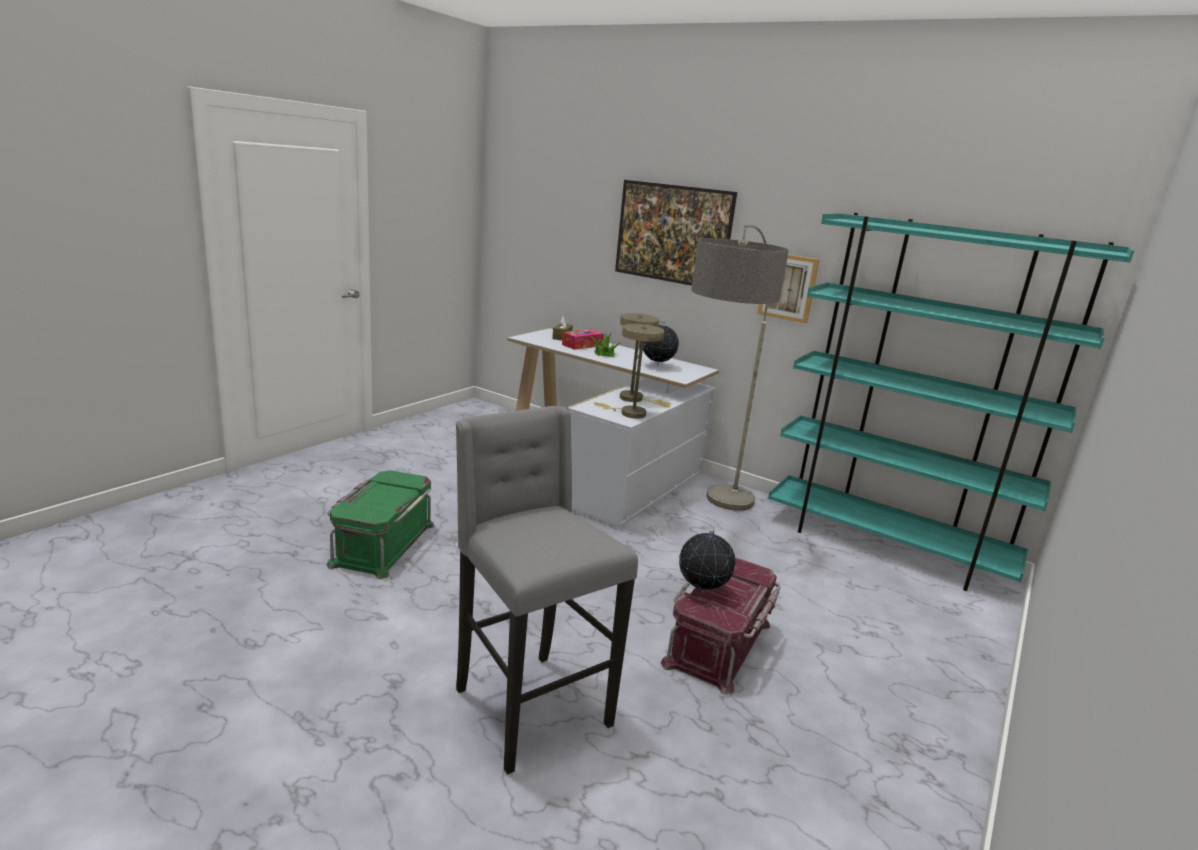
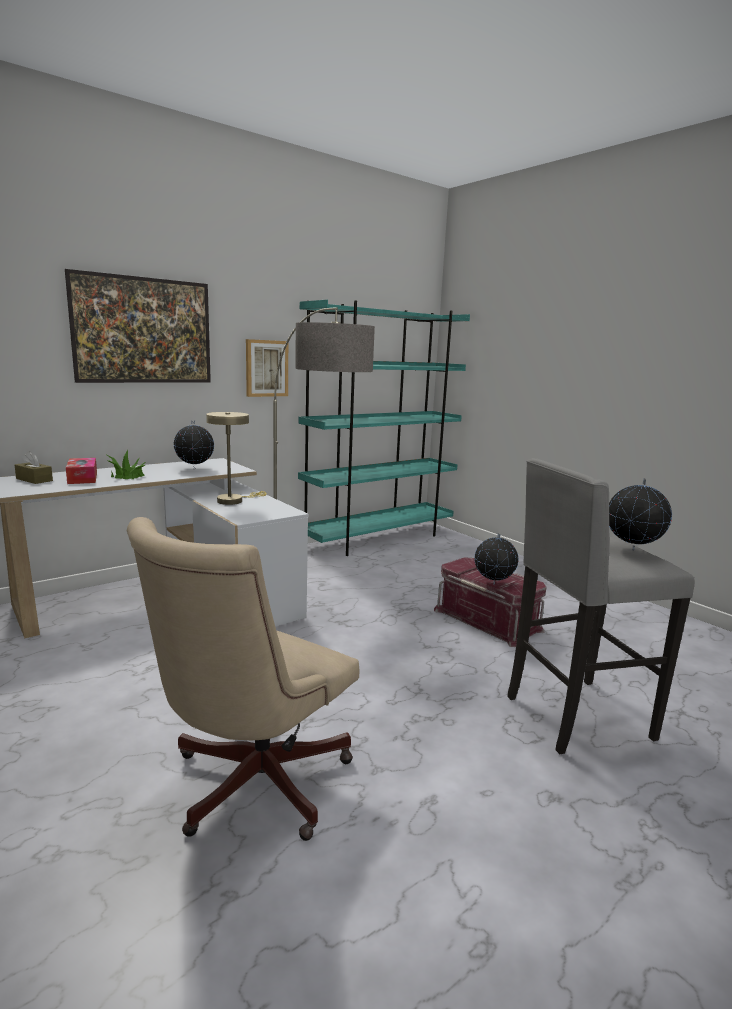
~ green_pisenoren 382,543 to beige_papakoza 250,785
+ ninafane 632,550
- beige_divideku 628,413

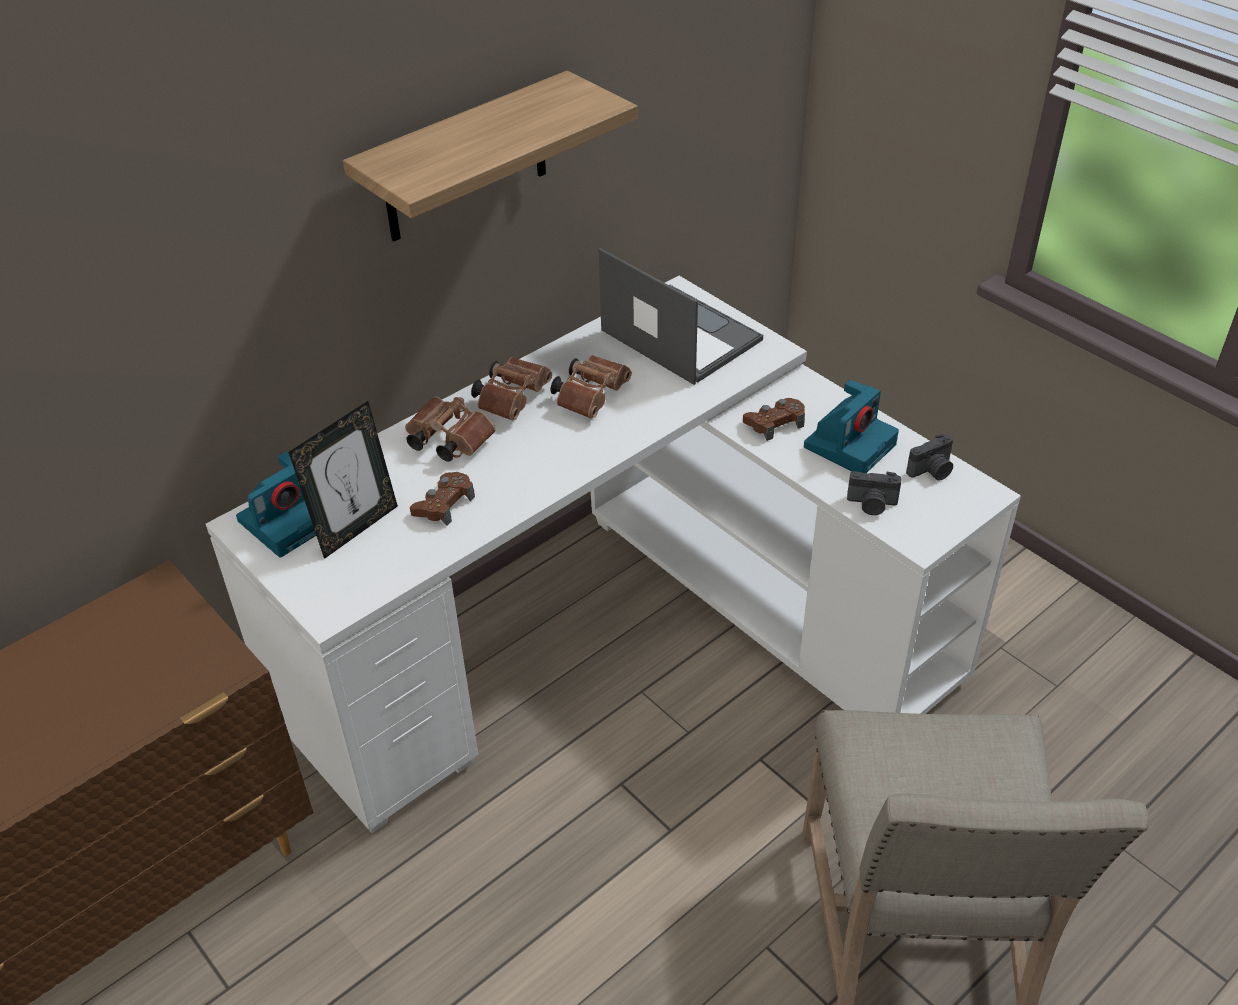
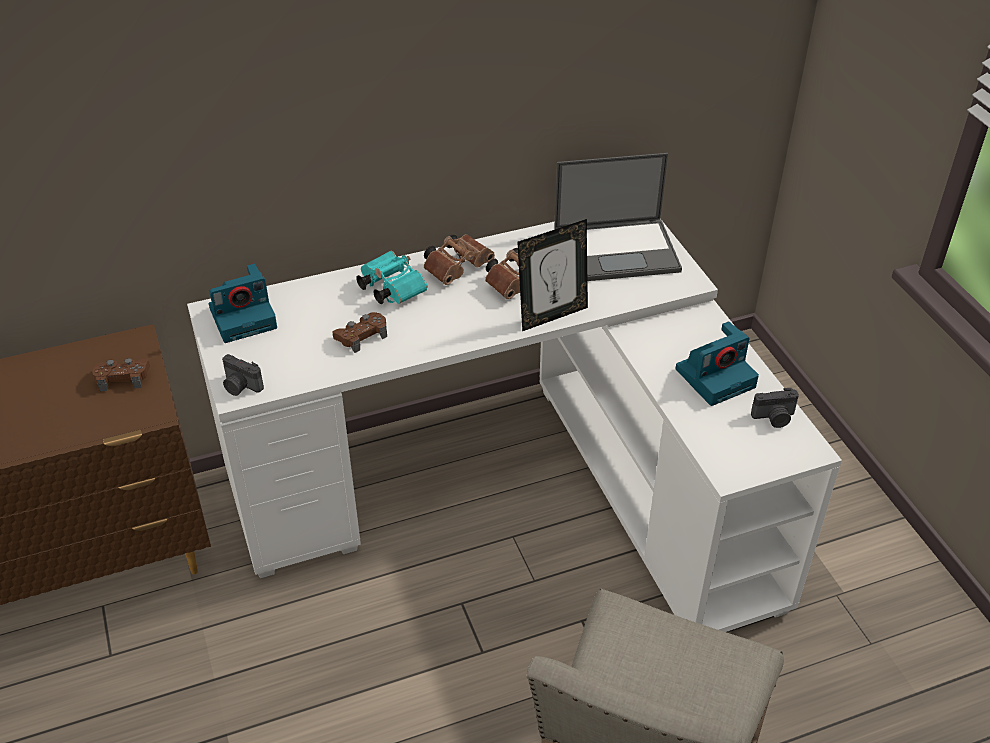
~ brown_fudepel 774,423 to 123,378
~ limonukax 872,504 to 240,387
~ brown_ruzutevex 446,441 to turquoise_ruzutevex 390,288
~ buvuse 356,528 to 552,315
~ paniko 679,335 = 617,250 105 degrees clockwise
- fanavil 465,160

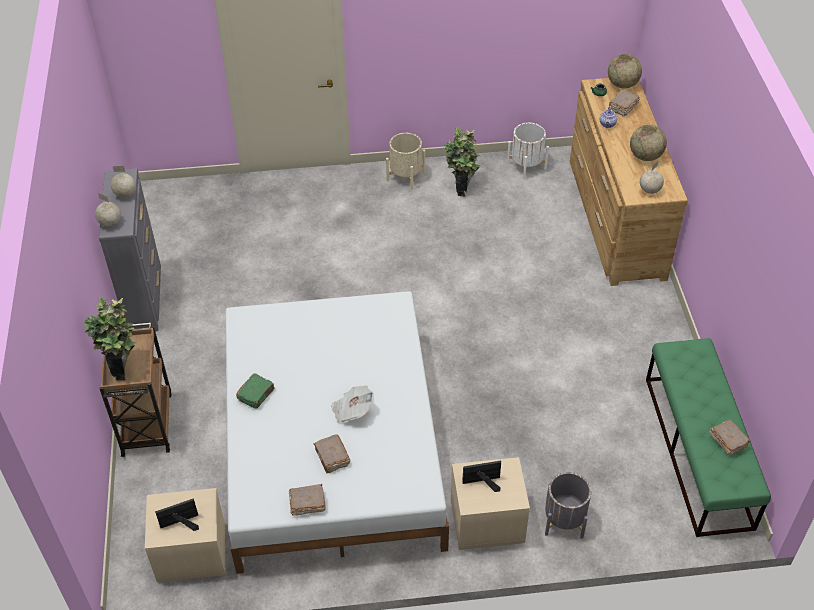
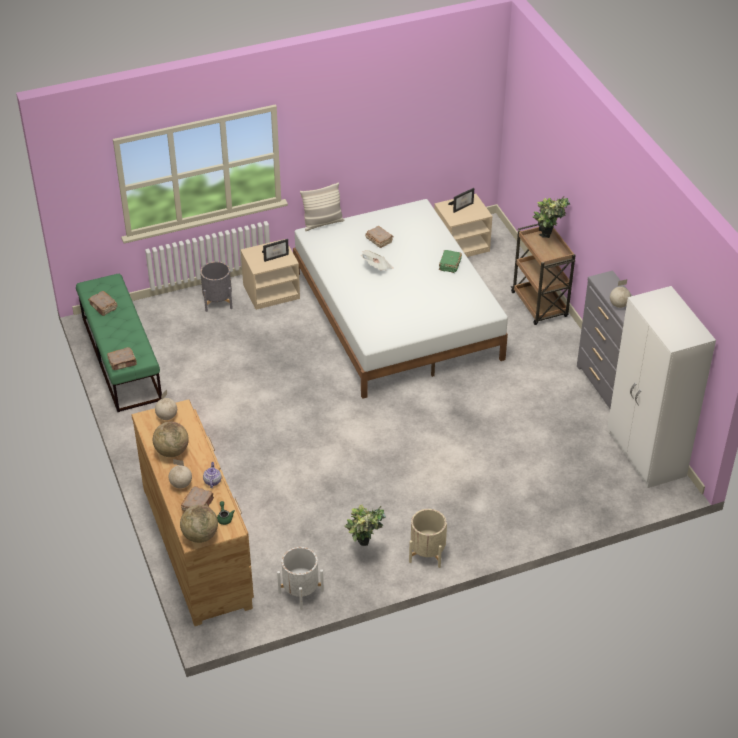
~ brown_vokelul 307,504 to 123,363
~ ninafane 110,222 to 181,484
+ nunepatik 322,223
+ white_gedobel 646,455

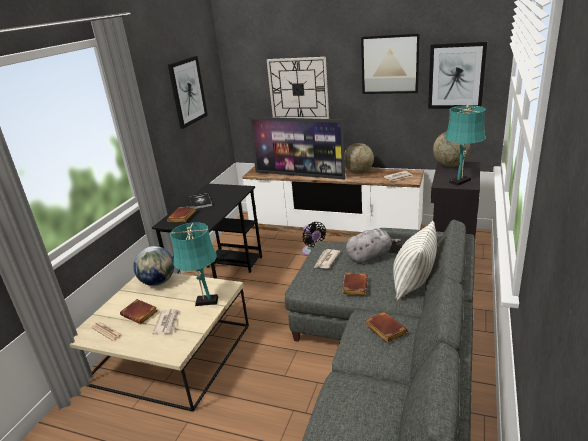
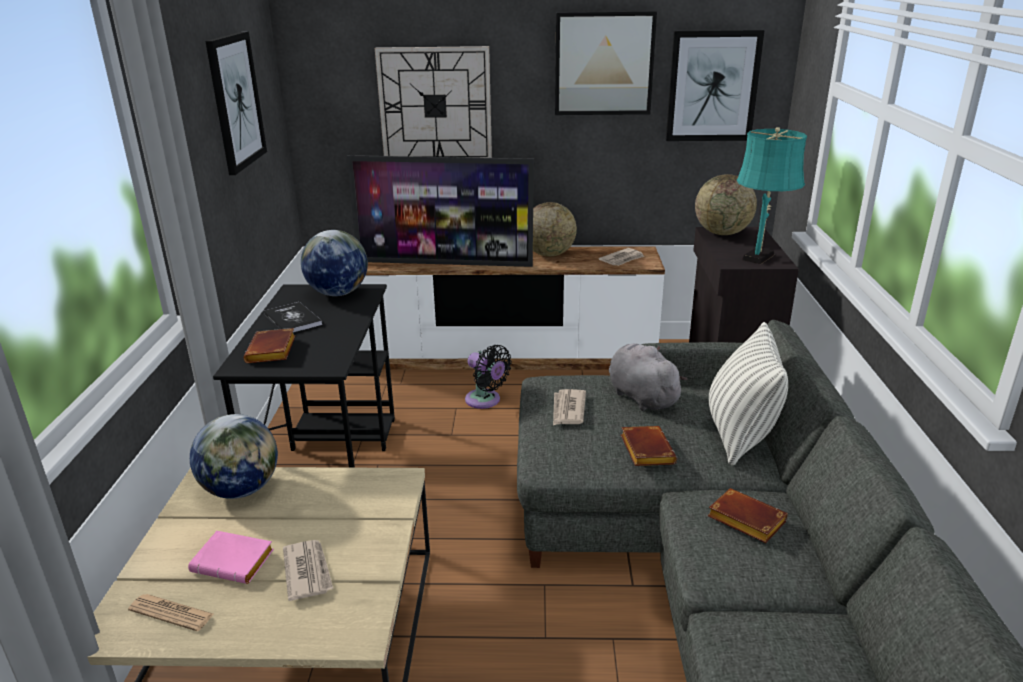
~ brown_vokelul 141,314 to pink_vokelul 236,562
+ ninafane 337,293
~ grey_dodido 370,257 = 641,396 75 degrees counterclockwise
- turquoise_divideku 204,301

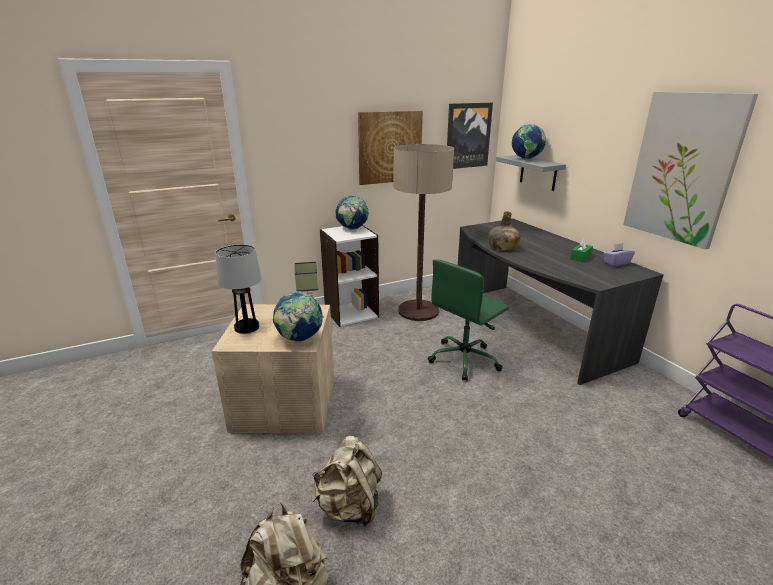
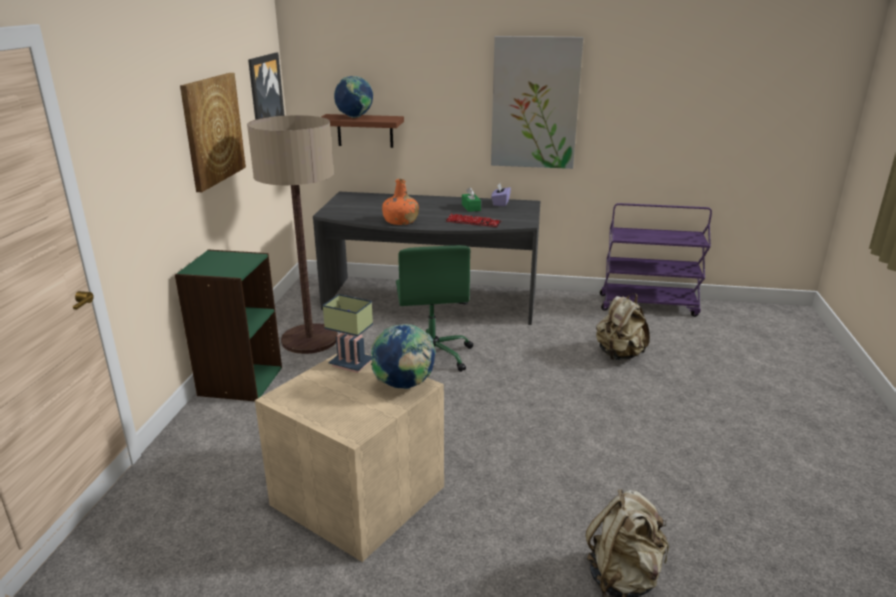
~ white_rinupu 351,313 to green_rinupu 240,381
~ grey_fanavil 538,172 to brown_fanavil 365,131
~ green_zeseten 502,247 to orange_zeseten 400,221
+ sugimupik 473,222
~ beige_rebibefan 349,507 to 619,355
- divideku 247,327
- ninafane 352,229

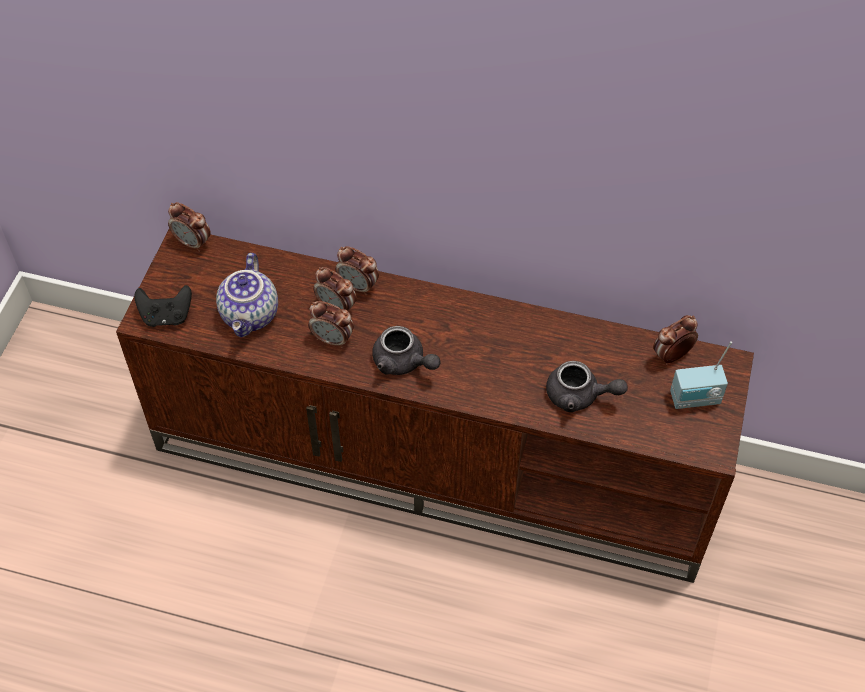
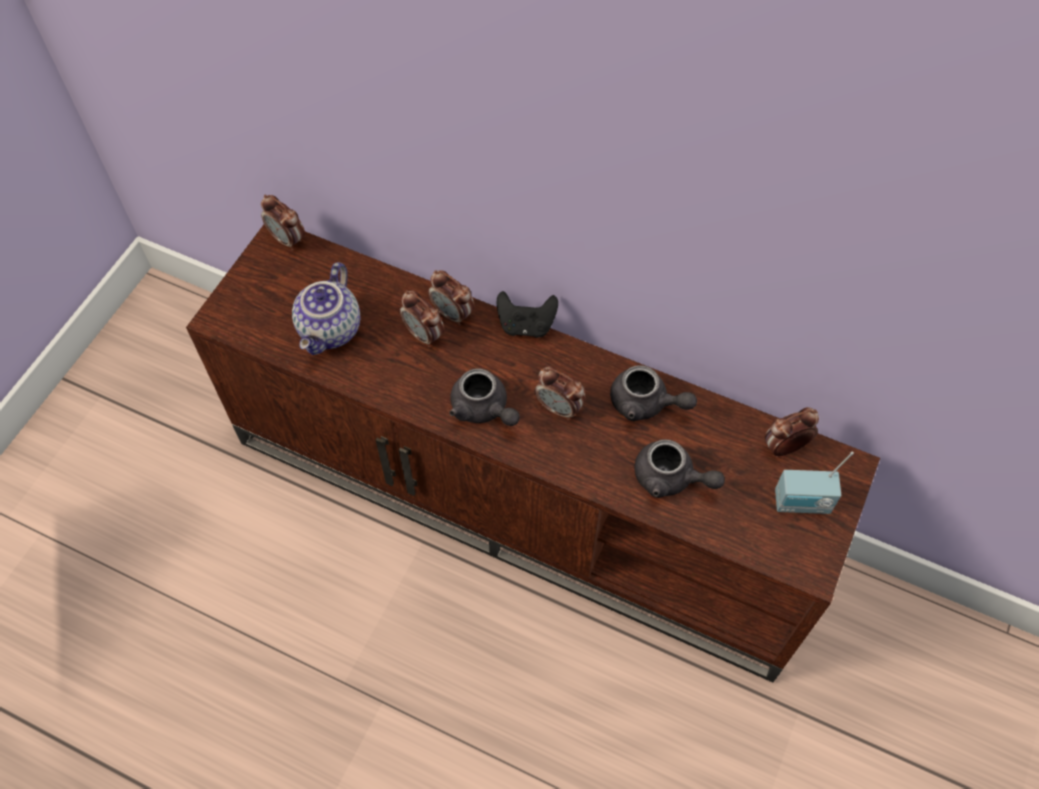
~ black_fudepel 166,316 to 526,325
~ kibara 333,339 to 559,408
+ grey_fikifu 645,404

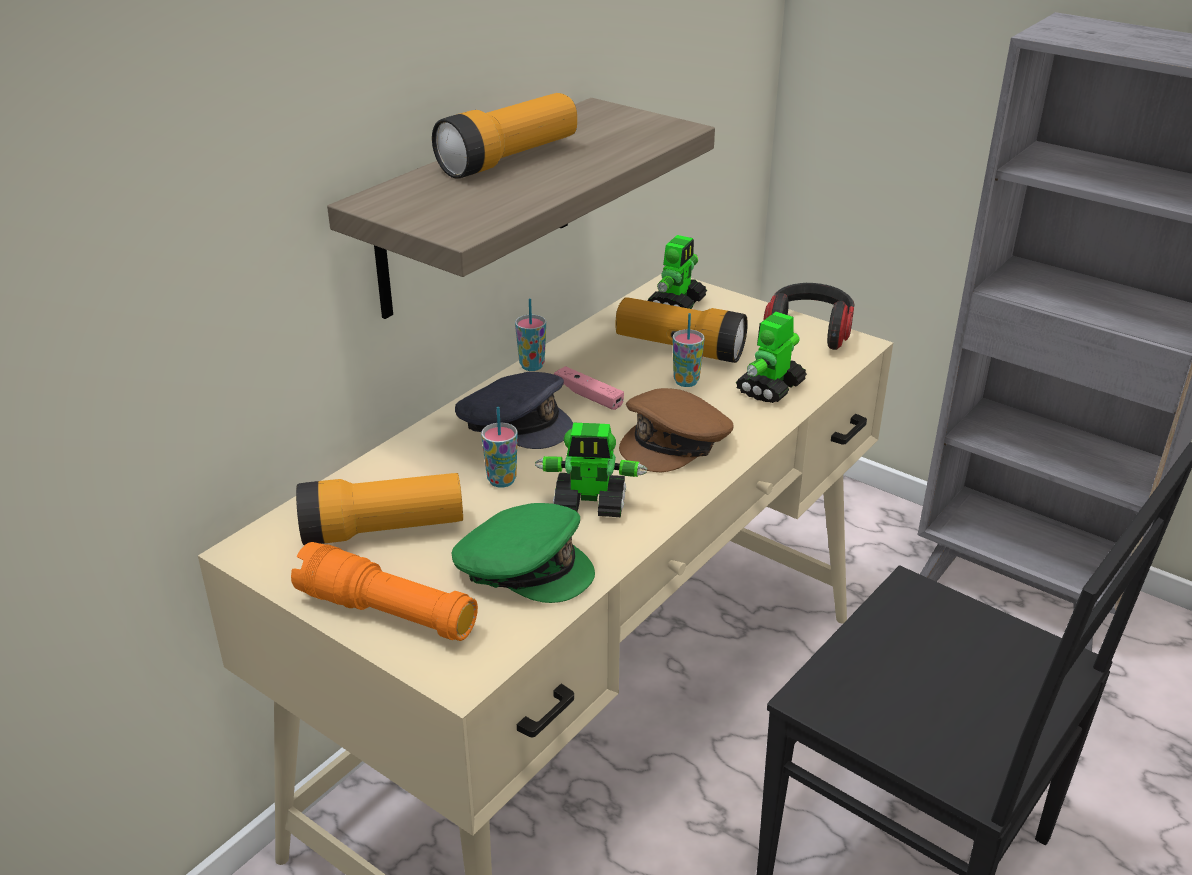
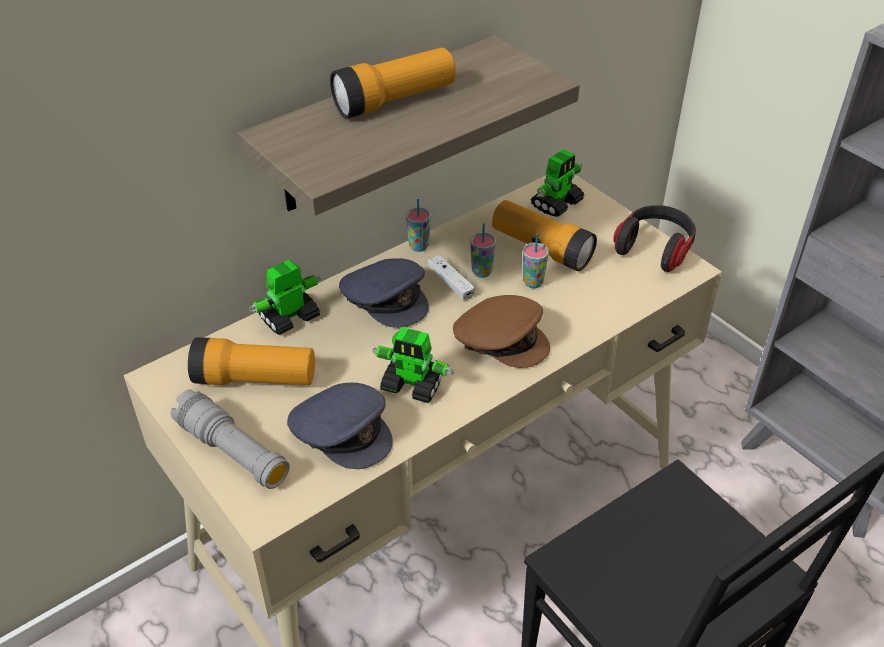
~ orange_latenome 387,612 to grey_latenome 233,451
~ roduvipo 770,388 to 289,318
~ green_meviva 524,566 to grey_meviva 343,431
~ pink_fudepel 588,396 to white_fudepel 451,283
~ brown_meviva 676,441 = 501,339 120 degrees counterclockwise
~ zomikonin 501,480 to 482,272

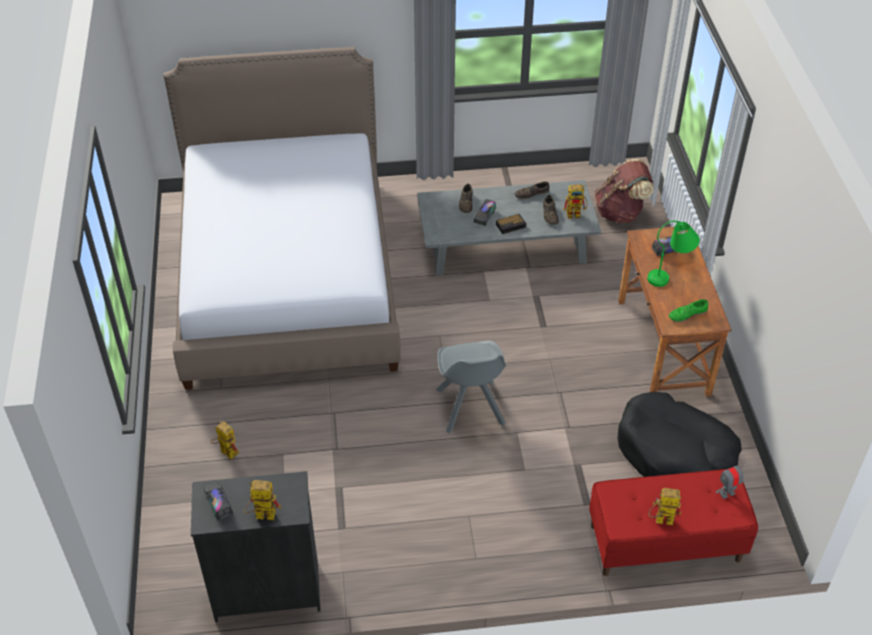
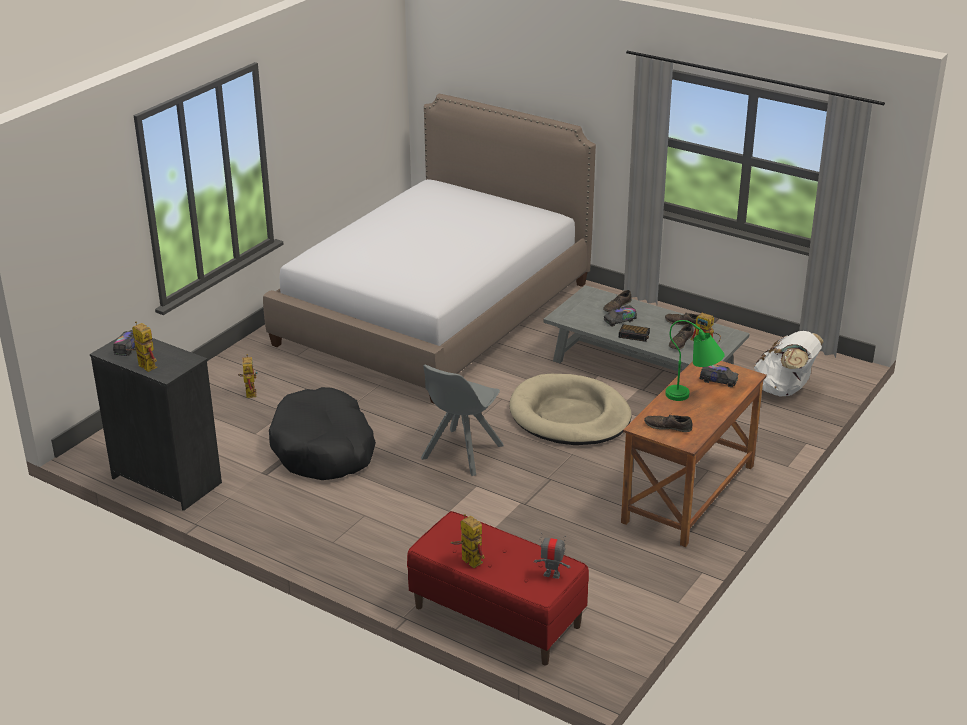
~ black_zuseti 675,452 to 324,449
+ beige_zuseti 569,415
~ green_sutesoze 687,314 to brown_sutesoze 668,426
~ brown_rebibefan 620,213 to white_rebibefan 784,390

